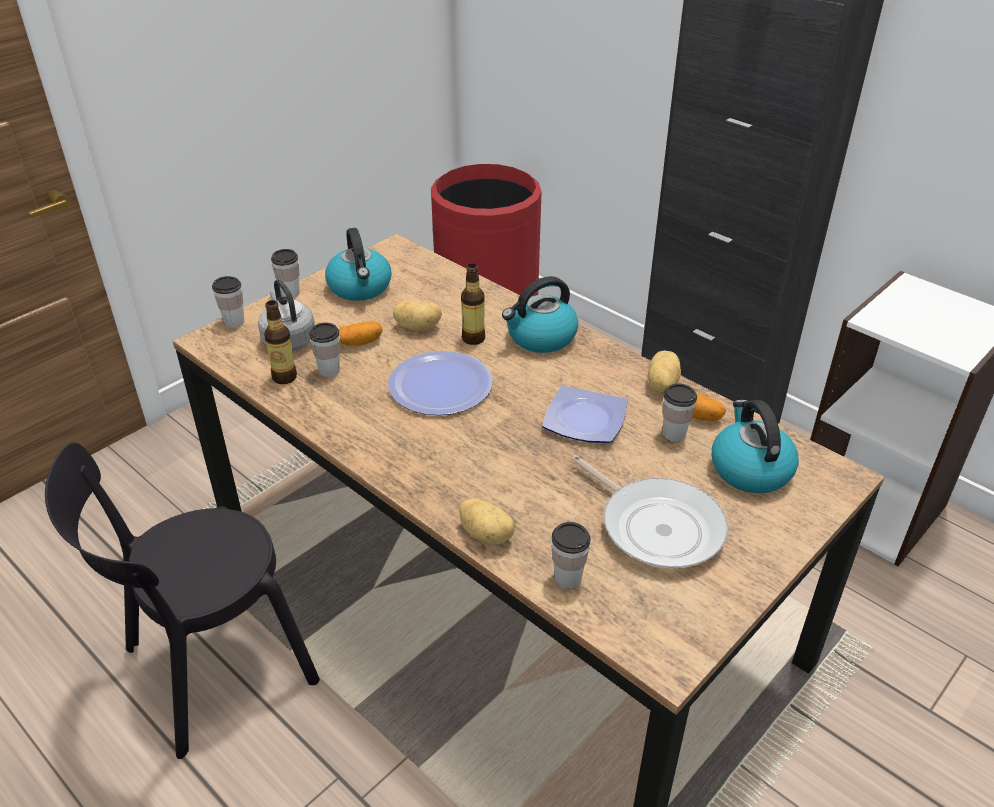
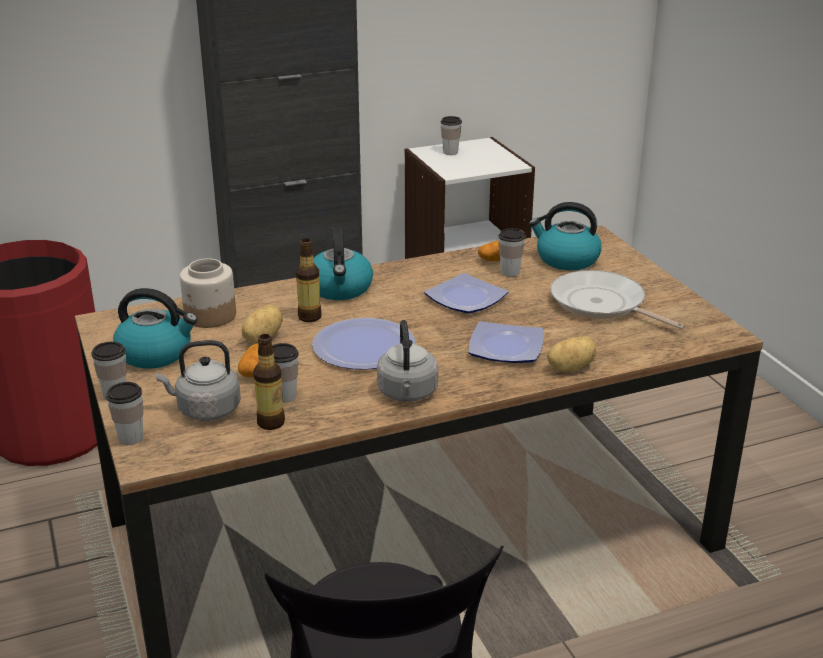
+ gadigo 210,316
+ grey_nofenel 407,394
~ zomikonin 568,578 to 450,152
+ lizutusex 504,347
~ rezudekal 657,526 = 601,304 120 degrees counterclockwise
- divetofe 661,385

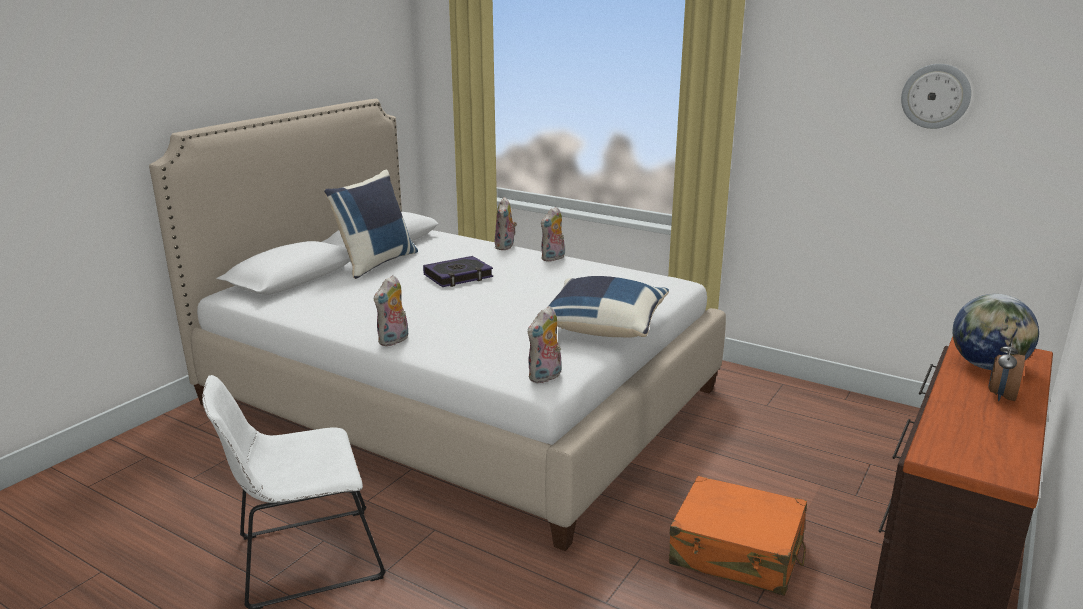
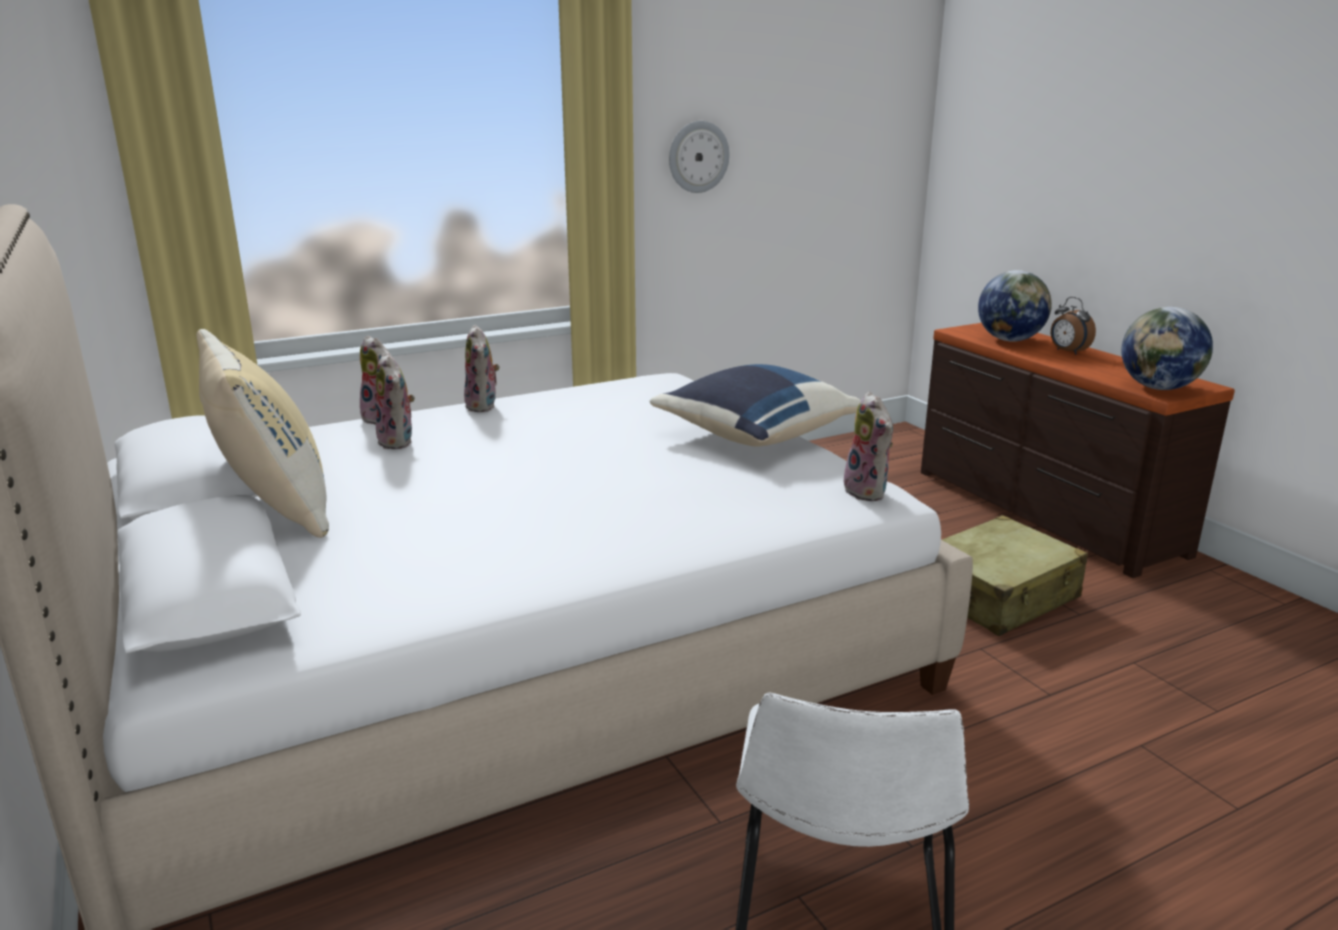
~ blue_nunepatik 376,263 to beige_nunepatik 273,508
~ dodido 394,341 to 399,442
~ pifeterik 935,96 to 698,157
~ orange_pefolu 737,552 to beige_pefolu 998,595
+ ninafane 1159,388
- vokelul 458,276

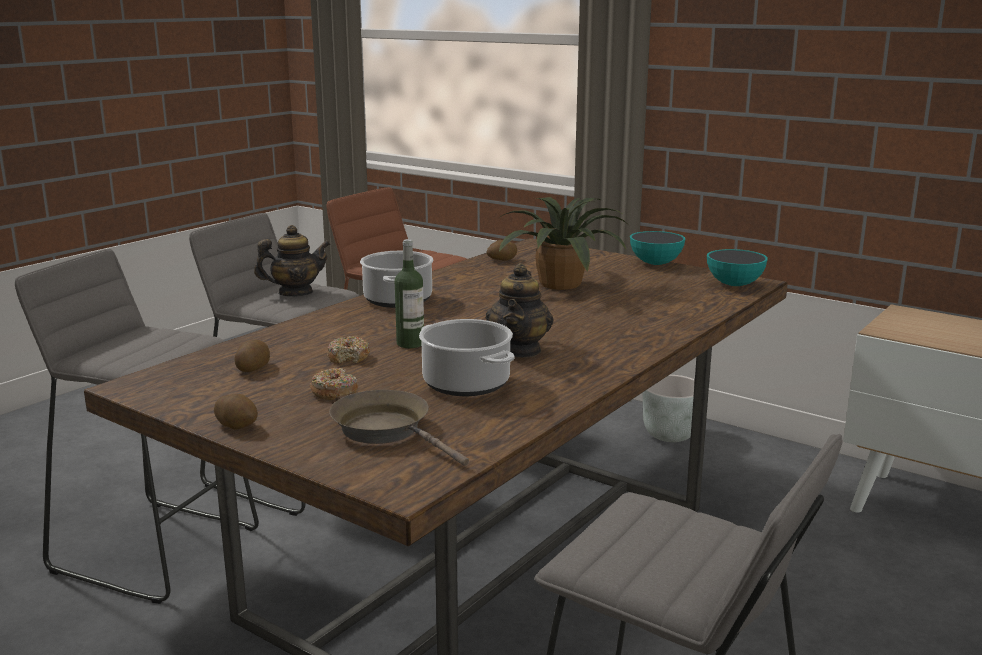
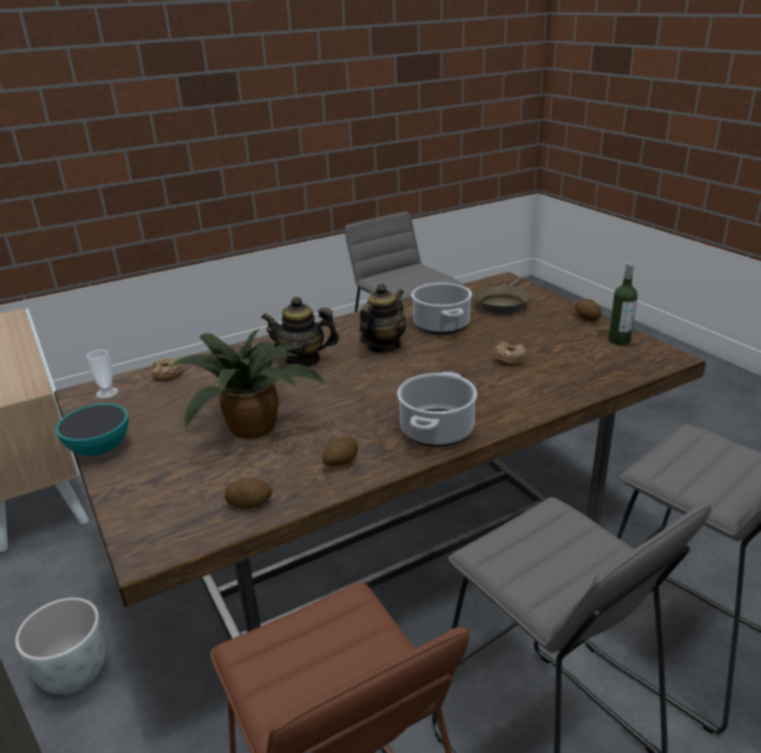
~ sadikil 734,285 to zomikonin 107,393
~ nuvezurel 334,392 to 167,374
~ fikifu 295,293 to 303,361
~ divetofe 253,368 to 341,462
~ brown_rezudekal 387,431 = 503,304 45 degrees clockwise
~ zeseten 410,343 to 619,340

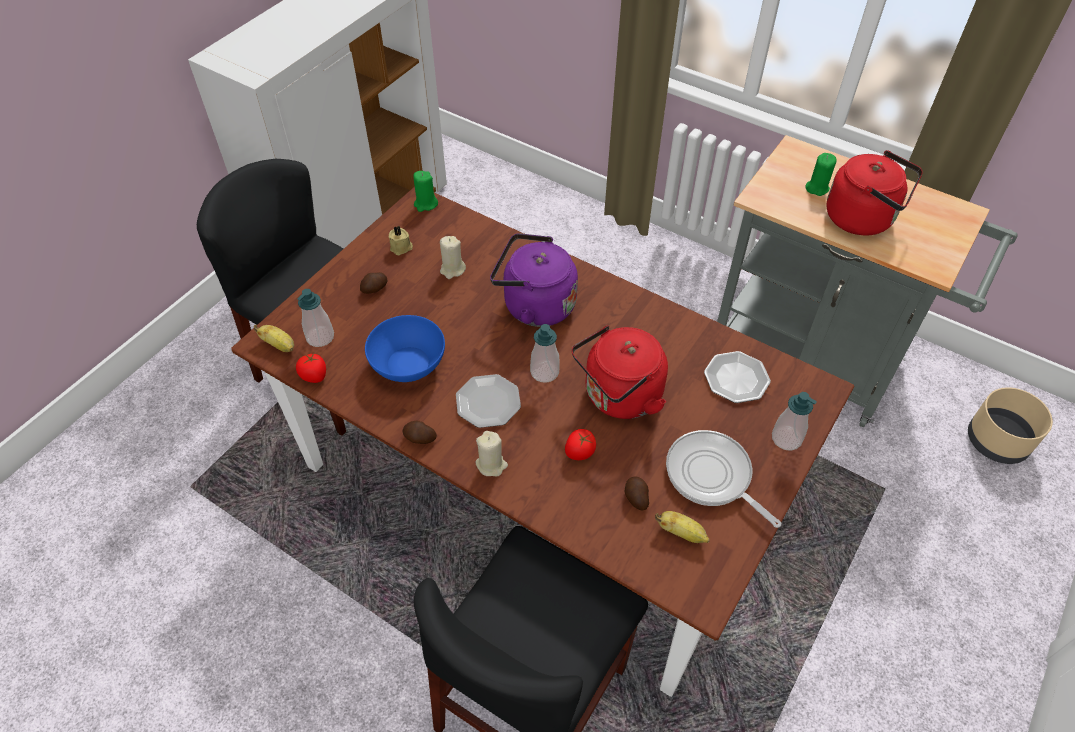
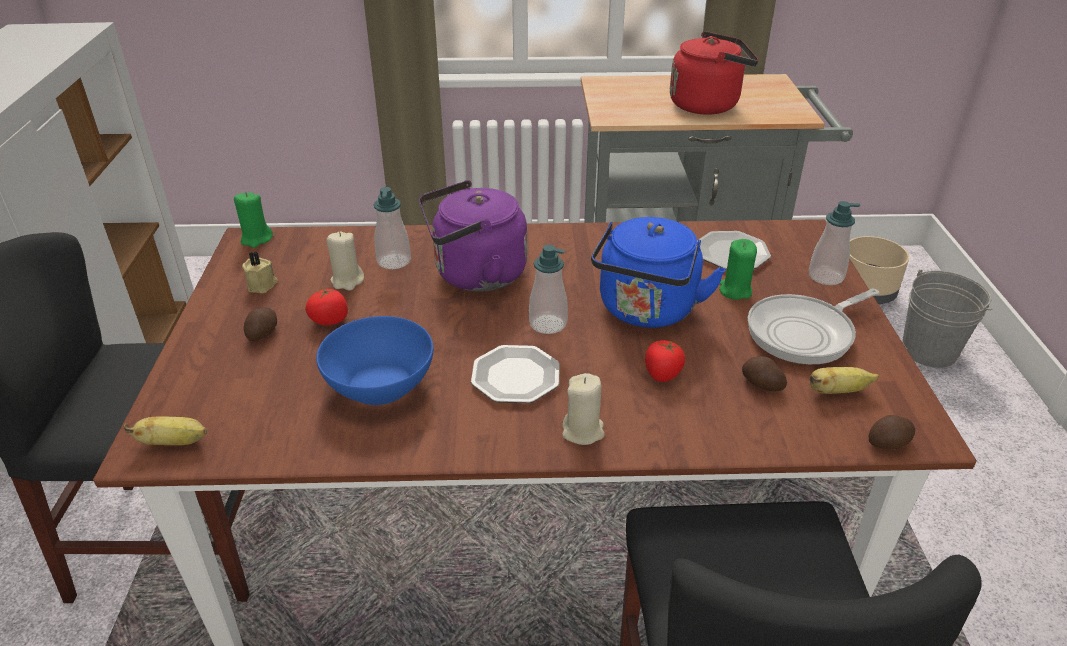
~ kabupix 314,376 to 330,320
~ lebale 320,337 to 394,261
~ red_nofenel 619,397 to blue_nofenel 646,311
~ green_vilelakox 817,188 to 735,290
~ rezudekal 712,476 = 804,333 45 degrees counterclockwise
~ divetofe 419,438 to 889,443
+ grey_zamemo 929,351

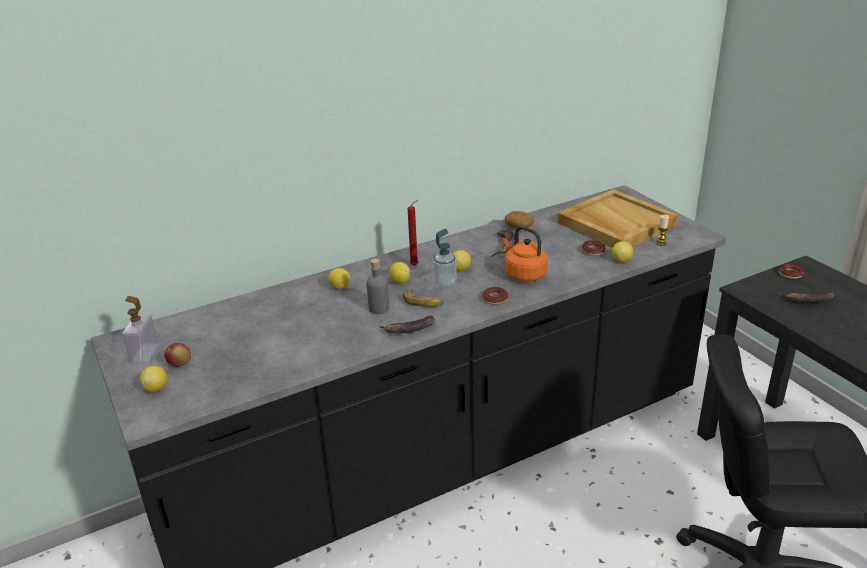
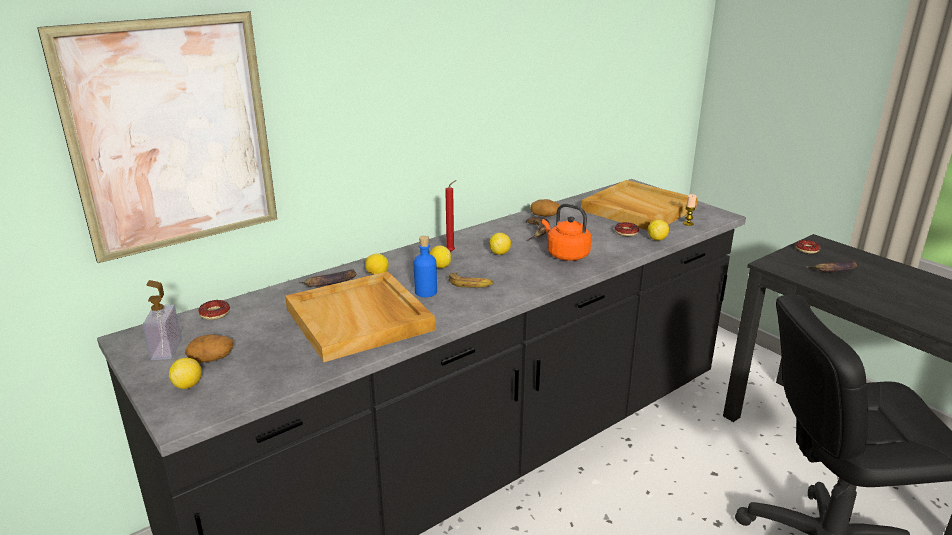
+ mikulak 173,136
~ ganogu 180,364 to divetofe 212,358
~ nuvezurel 495,299 to 215,313
+ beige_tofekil 360,319
~ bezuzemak 409,329 to 330,283
~ grey_zeseten 379,308 to blue_zeseten 426,292
- lebale 445,282

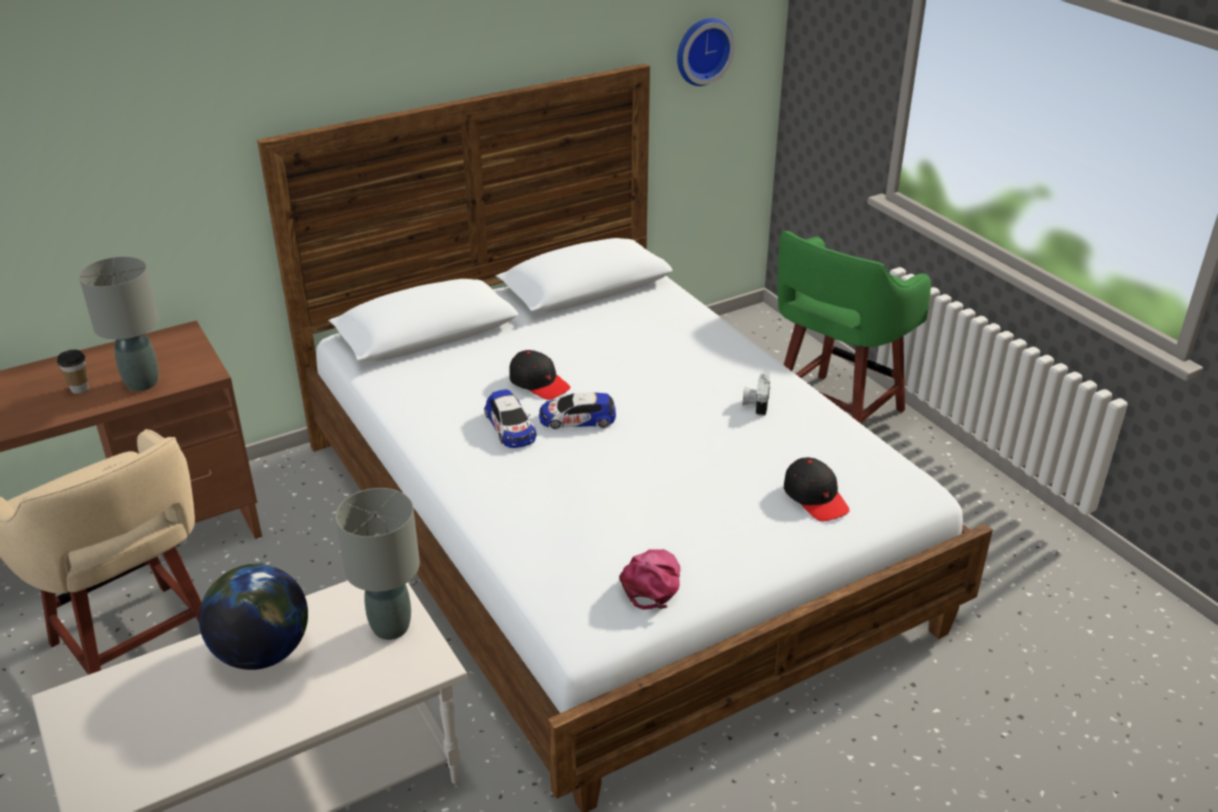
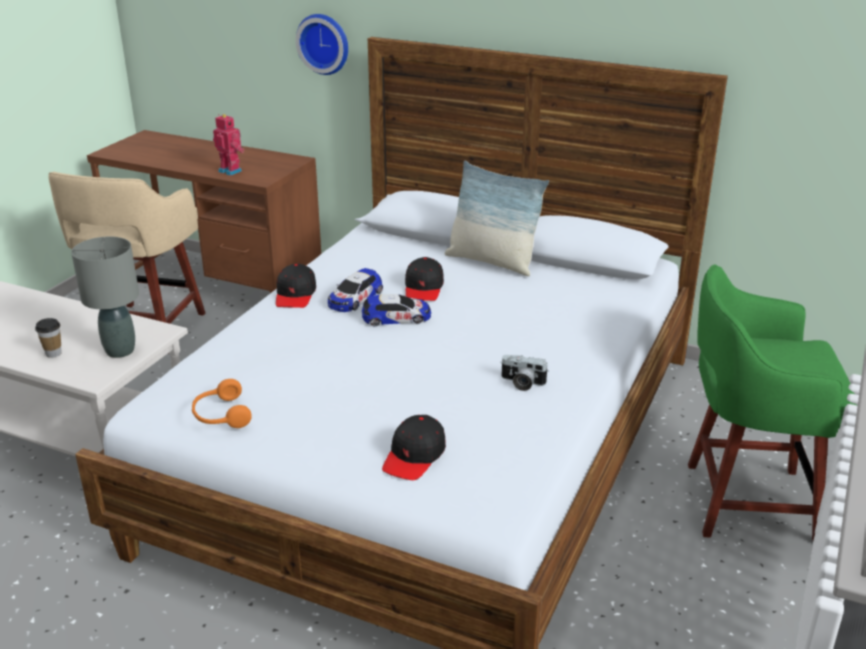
~ zomikonin 79,389 to 53,353
~ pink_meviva 651,582 to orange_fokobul 220,415
~ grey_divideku 142,383 to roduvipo 231,171
+ black_meviva 295,295
~ pifeterik 702,50 to 324,43
~ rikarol 577,418 = 396,317 120 degrees clockwise
+ nunepatik 492,262
~ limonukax 755,403 = 522,383 135 degrees counterclockwise
- ninafane 262,652

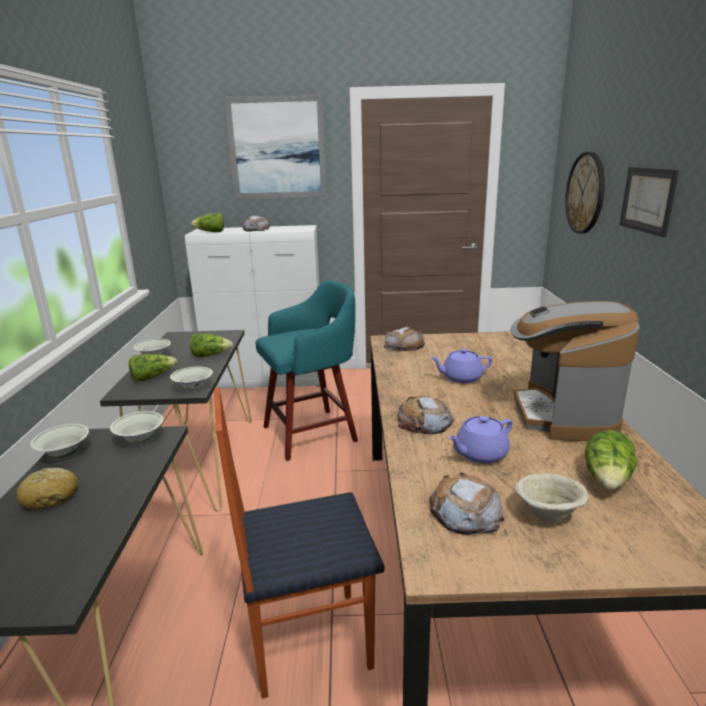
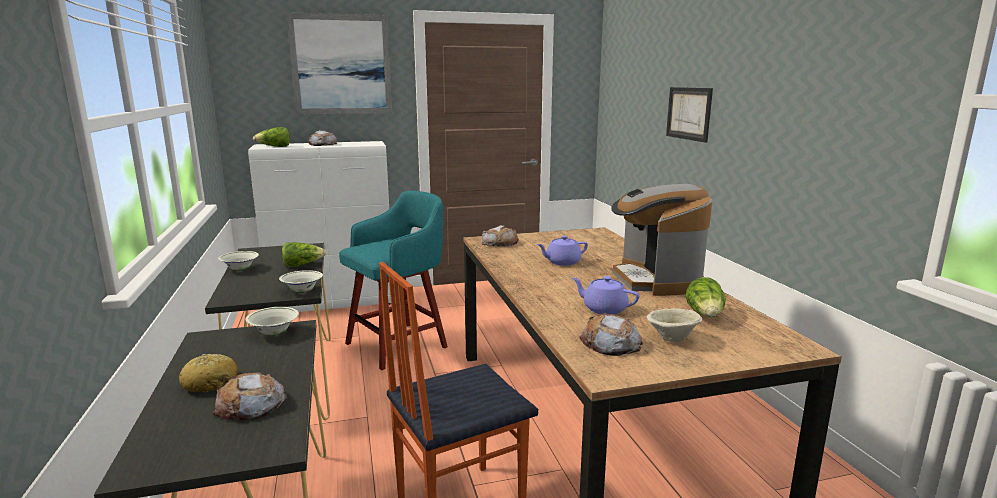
~ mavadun 424,422 to 250,405
~ purple_fikifu 480,454 = 604,309 75 degrees clockwise
- white_sadikil 64,454
- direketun 152,377
- pifeterik 585,193

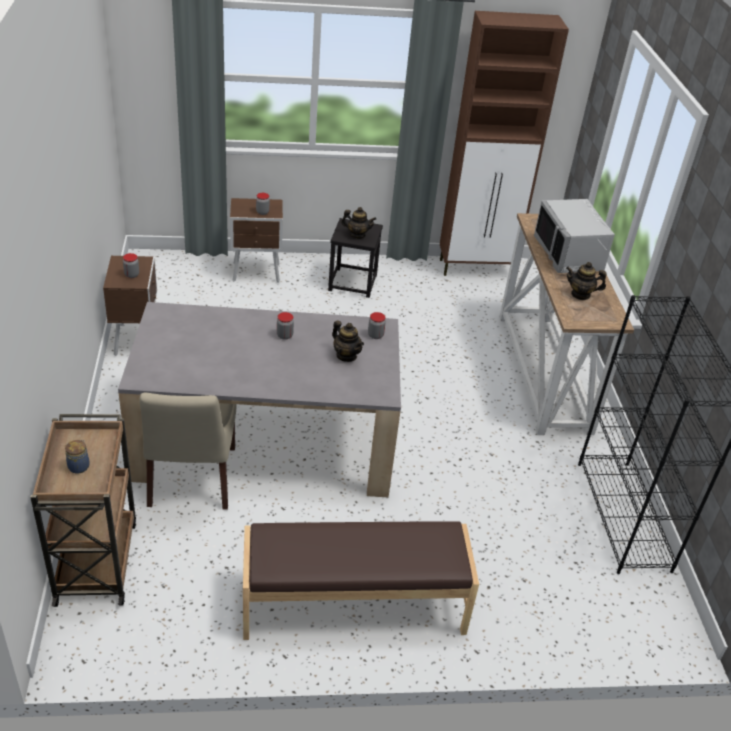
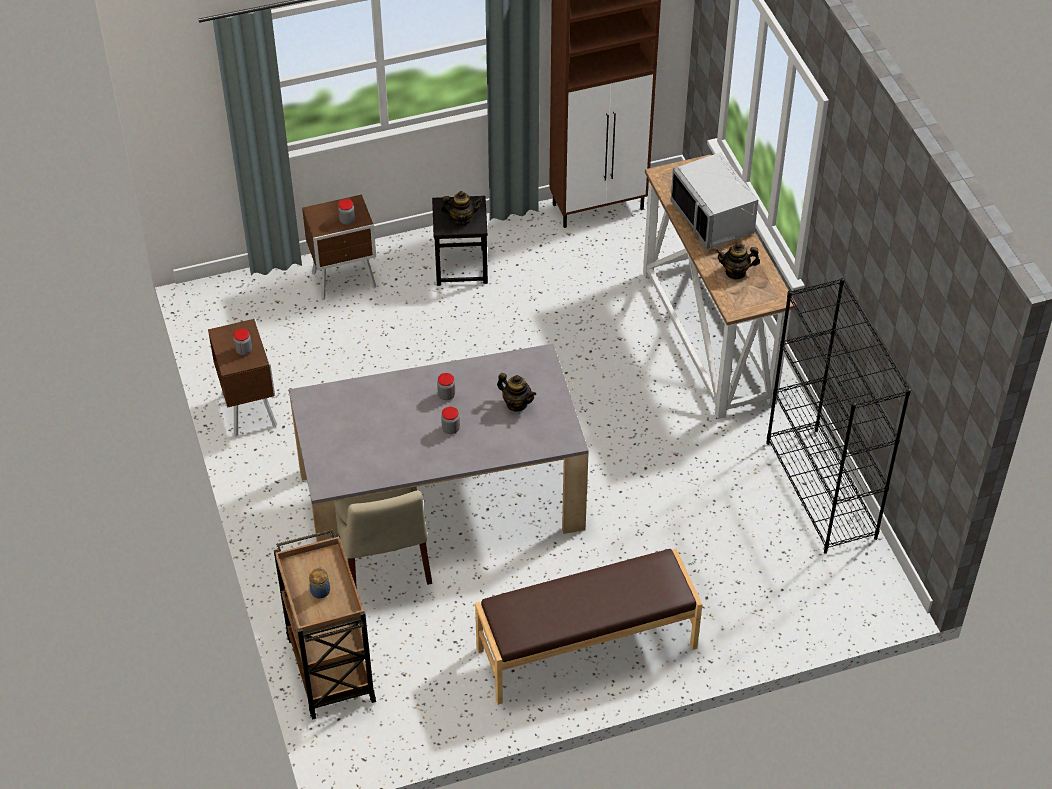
~ gadigo 375,335 to 450,429

